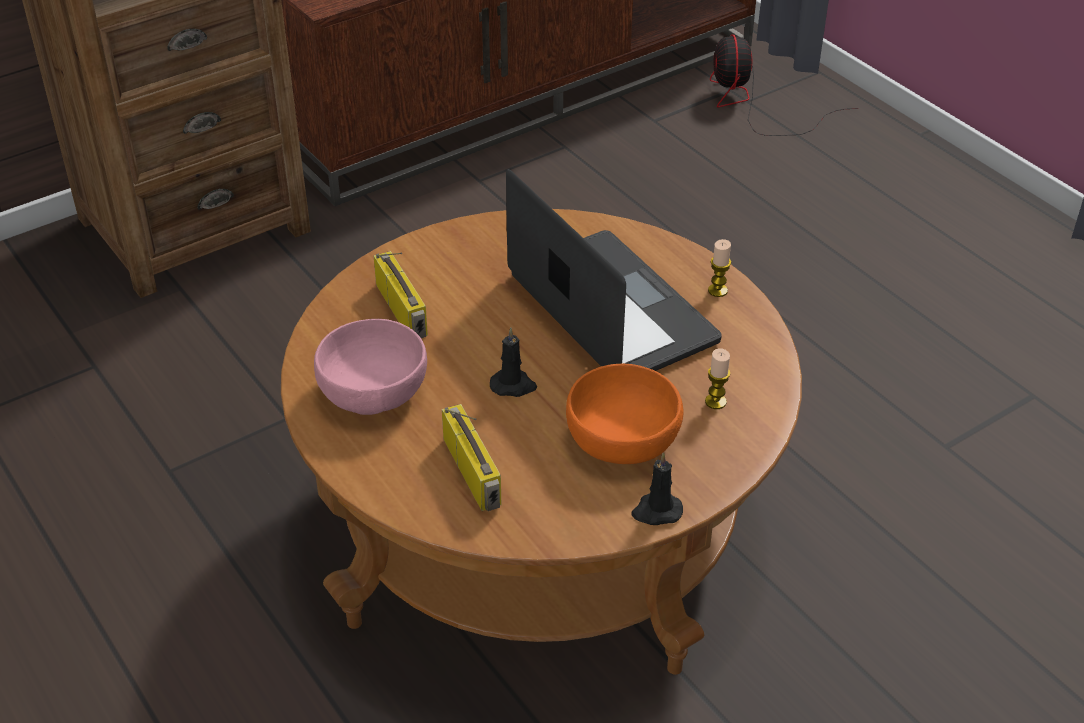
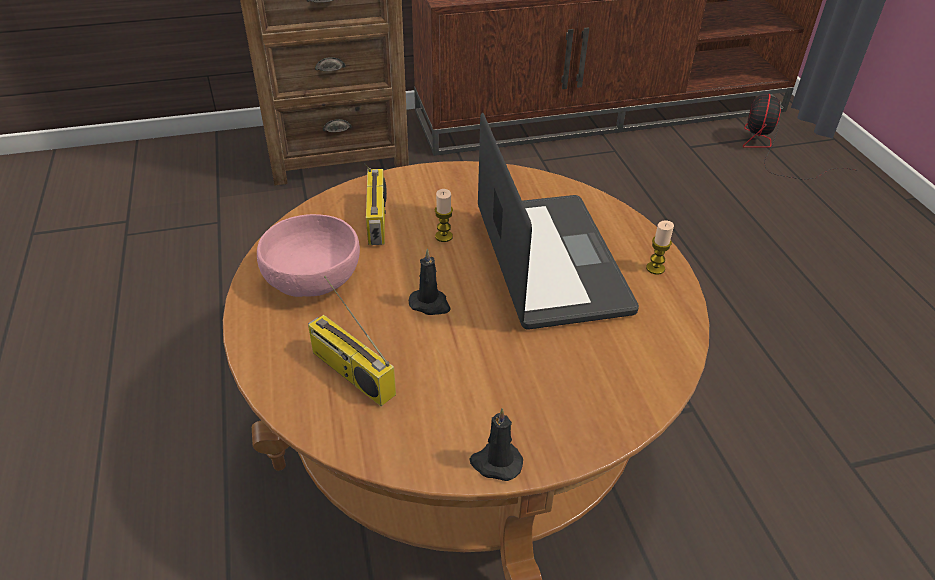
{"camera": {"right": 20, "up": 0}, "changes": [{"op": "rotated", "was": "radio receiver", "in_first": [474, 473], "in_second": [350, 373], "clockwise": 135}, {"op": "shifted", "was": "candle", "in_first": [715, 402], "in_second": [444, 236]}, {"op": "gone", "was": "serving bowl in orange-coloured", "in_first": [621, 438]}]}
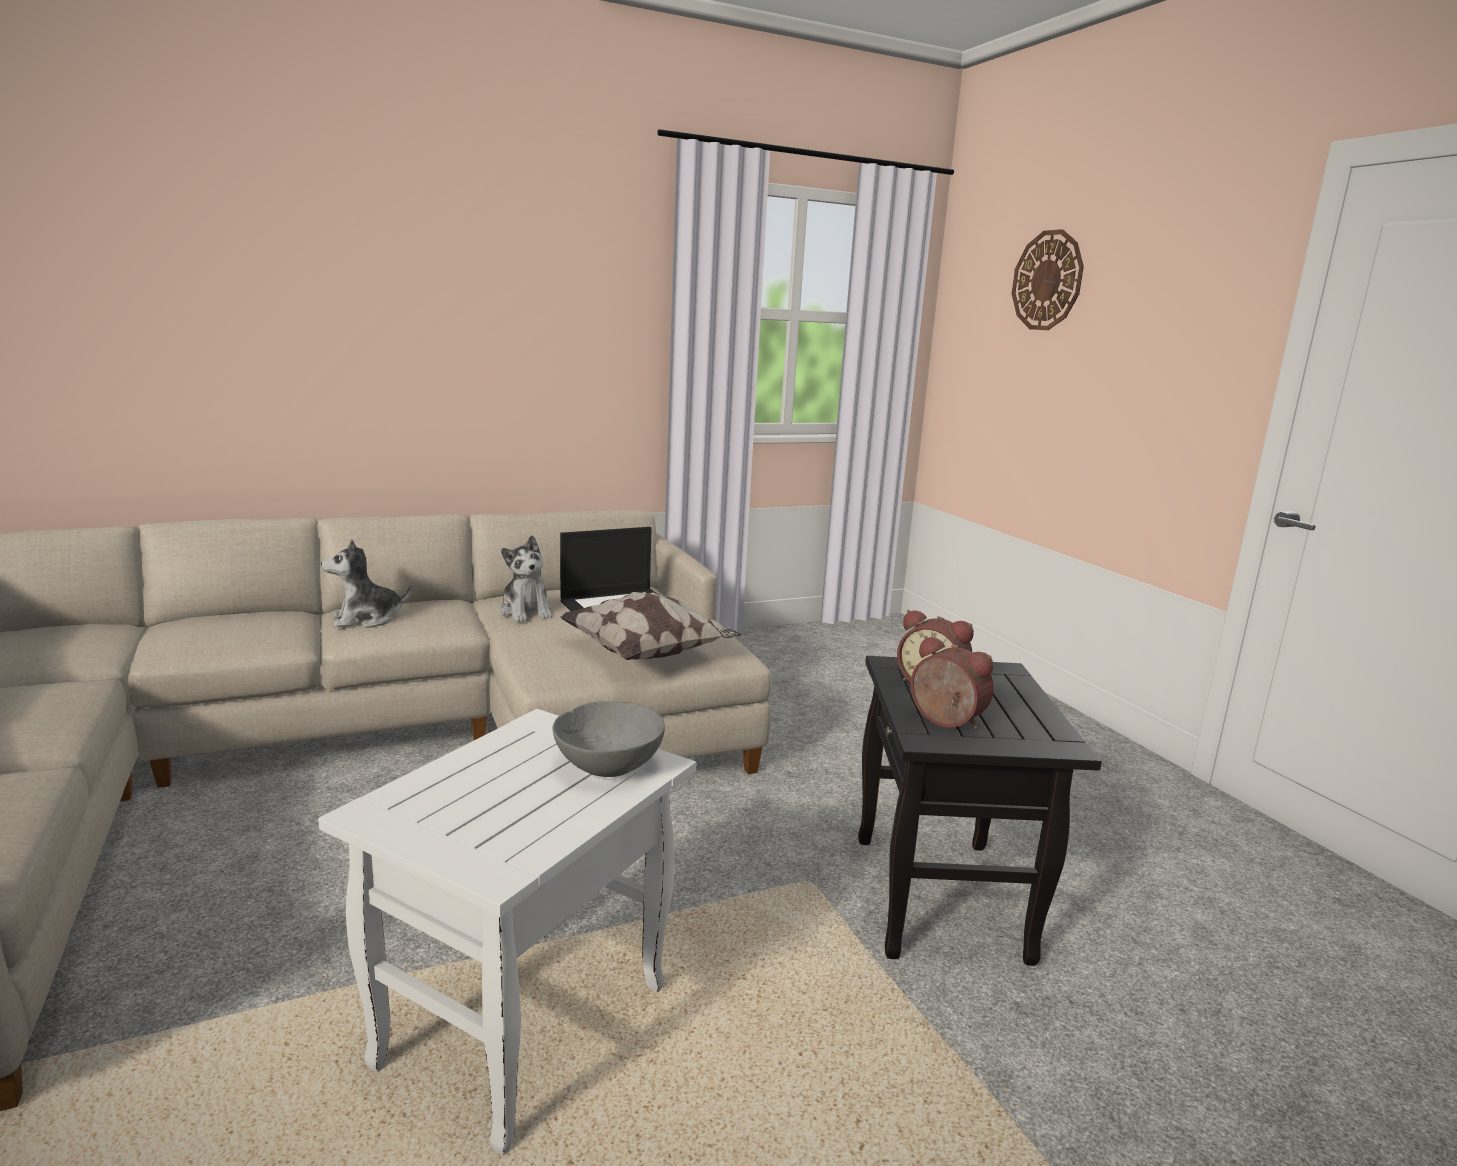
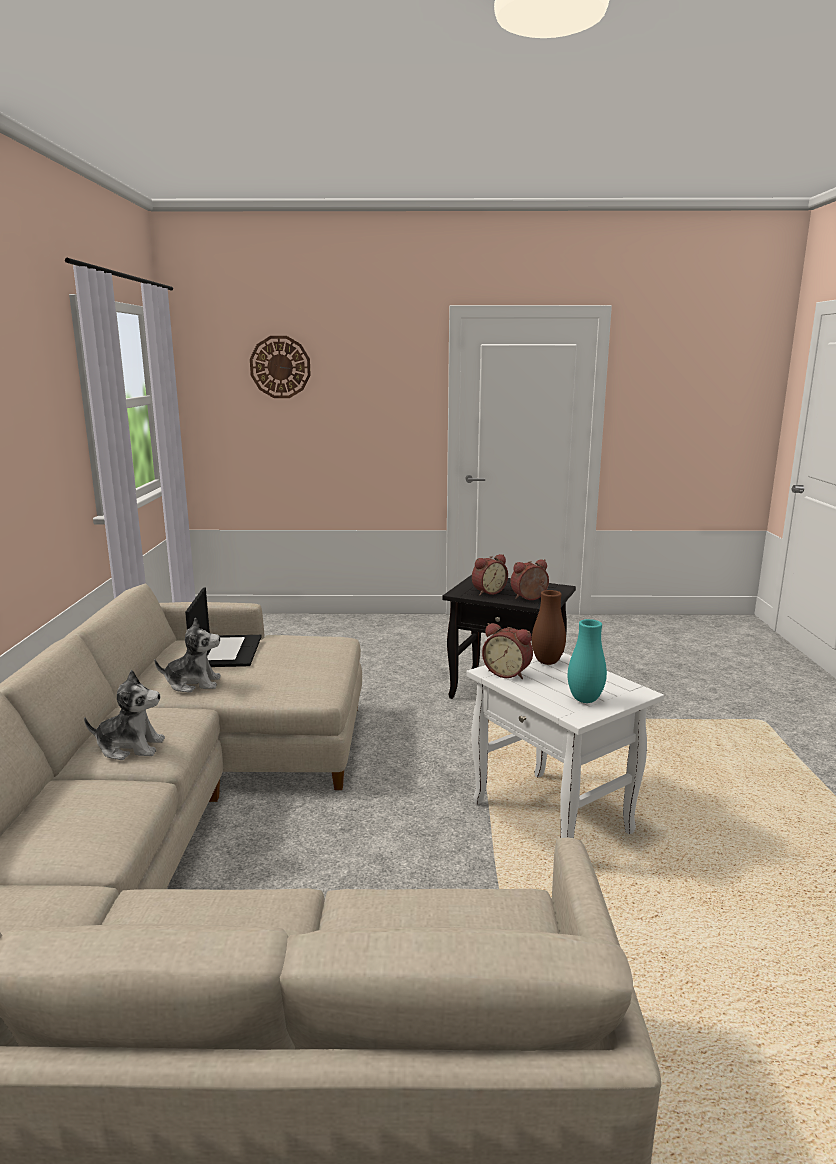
{"camera": {"right": -65, "up": 0}, "changes": [{"op": "rotated", "was": "plush toy", "in_first": [366, 620], "in_second": [130, 747], "clockwise": -90}, {"op": "new", "now": "alarm clock", "in_second": [507, 673]}, {"op": "swapped", "was": "serving bowl in greyish", "now": "vase in brown", "in_first": [608, 766], "in_second": [547, 662]}, {"op": "new", "now": "vase in blue-green", "in_second": [585, 700]}, {"op": "gone", "was": "cushion", "in_first": [649, 655]}]}
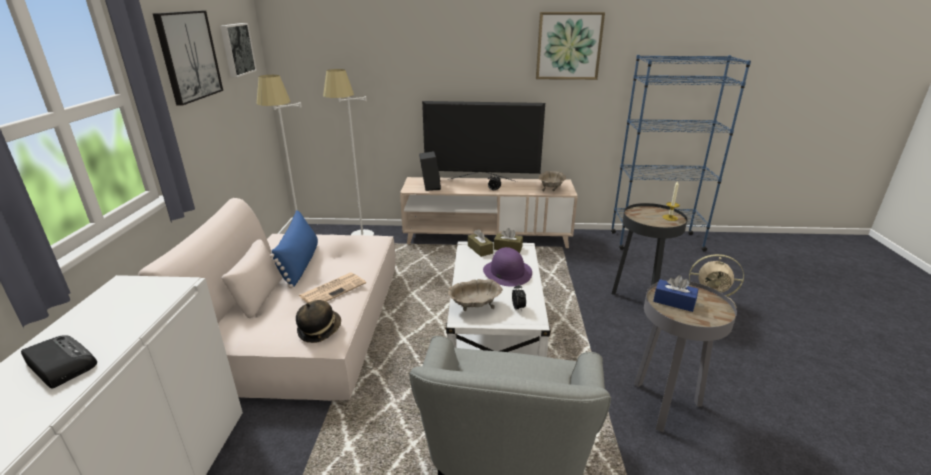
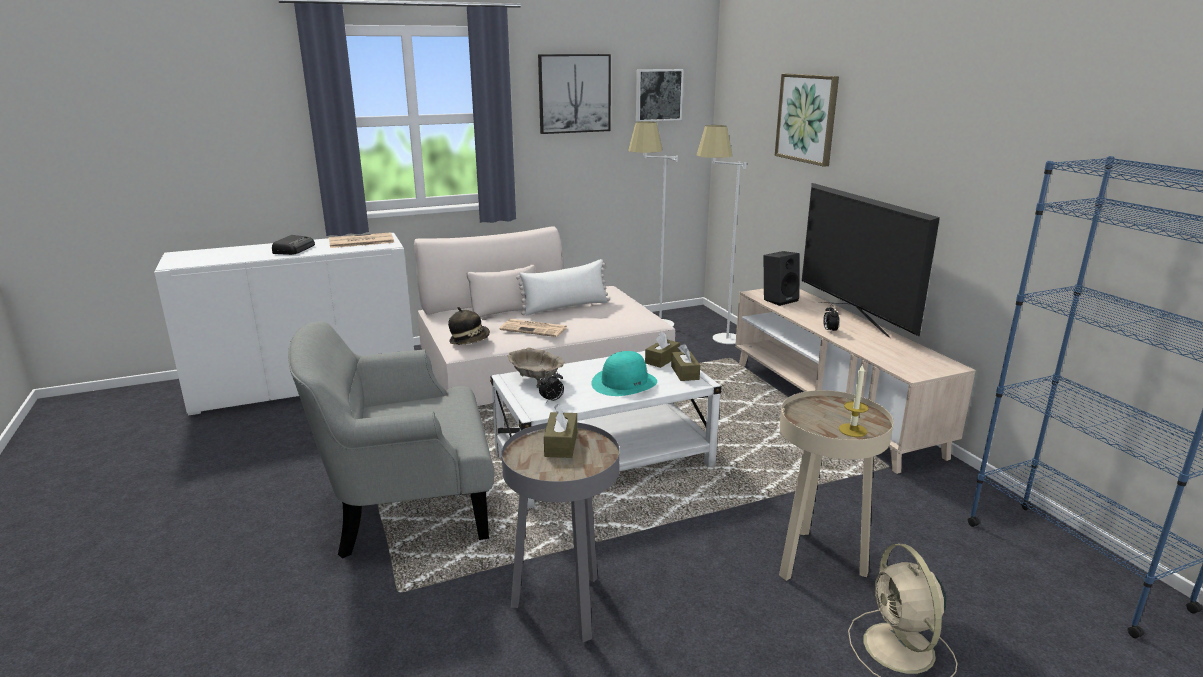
{"camera": {"right": 65, "up": -5}, "changes": [{"op": "new", "now": "printed paper", "in_second": [360, 241]}, {"op": "repainted", "was": "cushion in blue", "now": "cushion in whitish", "in_first": [300, 264], "in_second": [565, 307]}, {"op": "repainted", "was": "tissue box in blue", "now": "tissue box in brown", "in_first": [674, 302], "in_second": [561, 444]}, {"op": "repainted", "was": "wearable hat in purple", "now": "wearable hat in blue-green", "in_first": [507, 272], "in_second": [624, 382]}, {"op": "shifted", "was": "wall art", "in_first": [568, 46], "in_second": [807, 118]}, {"op": "repainted", "was": "side table in black-coloured", "now": "side table in beige-coloured", "in_first": [639, 299], "in_second": [817, 561]}, {"op": "gone", "was": "serving bowl in beige-coloured", "in_first": [551, 189]}]}
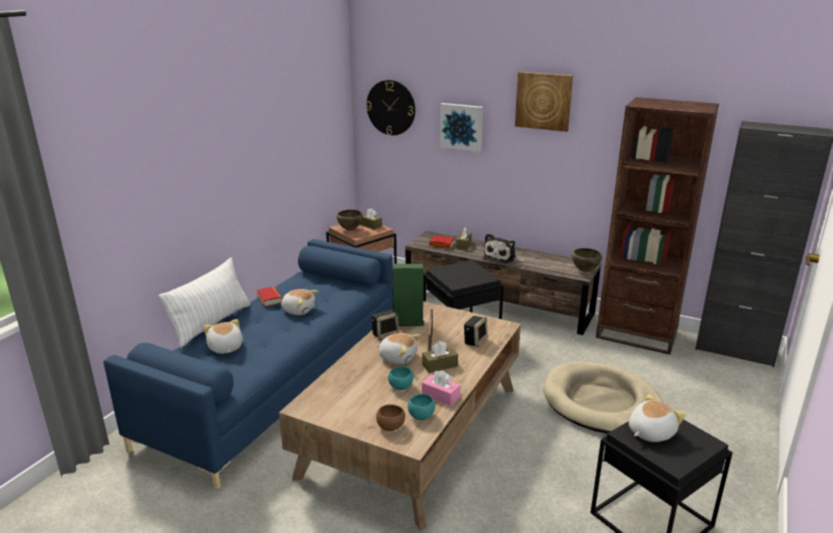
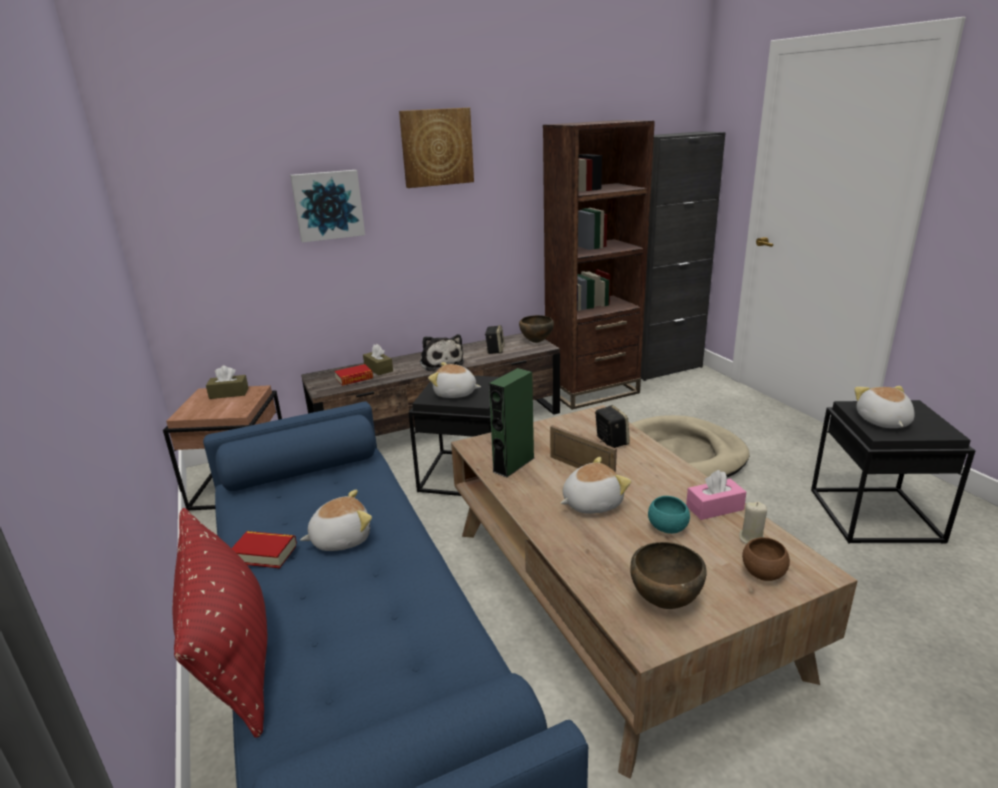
{"camera": {"right": -50, "up": 0}, "changes": [{"op": "repainted", "was": "cushion in whitish", "now": "cushion in red-coloured", "in_first": [211, 323], "in_second": [233, 654]}, {"op": "shifted", "was": "plush toy", "in_first": [225, 348], "in_second": [455, 394]}, {"op": "shifted", "was": "loudspeaker", "in_first": [385, 334], "in_second": [495, 350]}, {"op": "shifted", "was": "serving bowl in brown", "in_first": [350, 230], "in_second": [664, 602]}, {"op": "swapped", "was": "serving bowl in blue-green", "now": "candle in beige-coloured", "in_first": [421, 416], "in_second": [752, 539]}, {"op": "gone", "was": "hanging clock", "in_first": [391, 107]}, {"op": "gone", "was": "tissue box in brown", "in_first": [439, 365]}]}
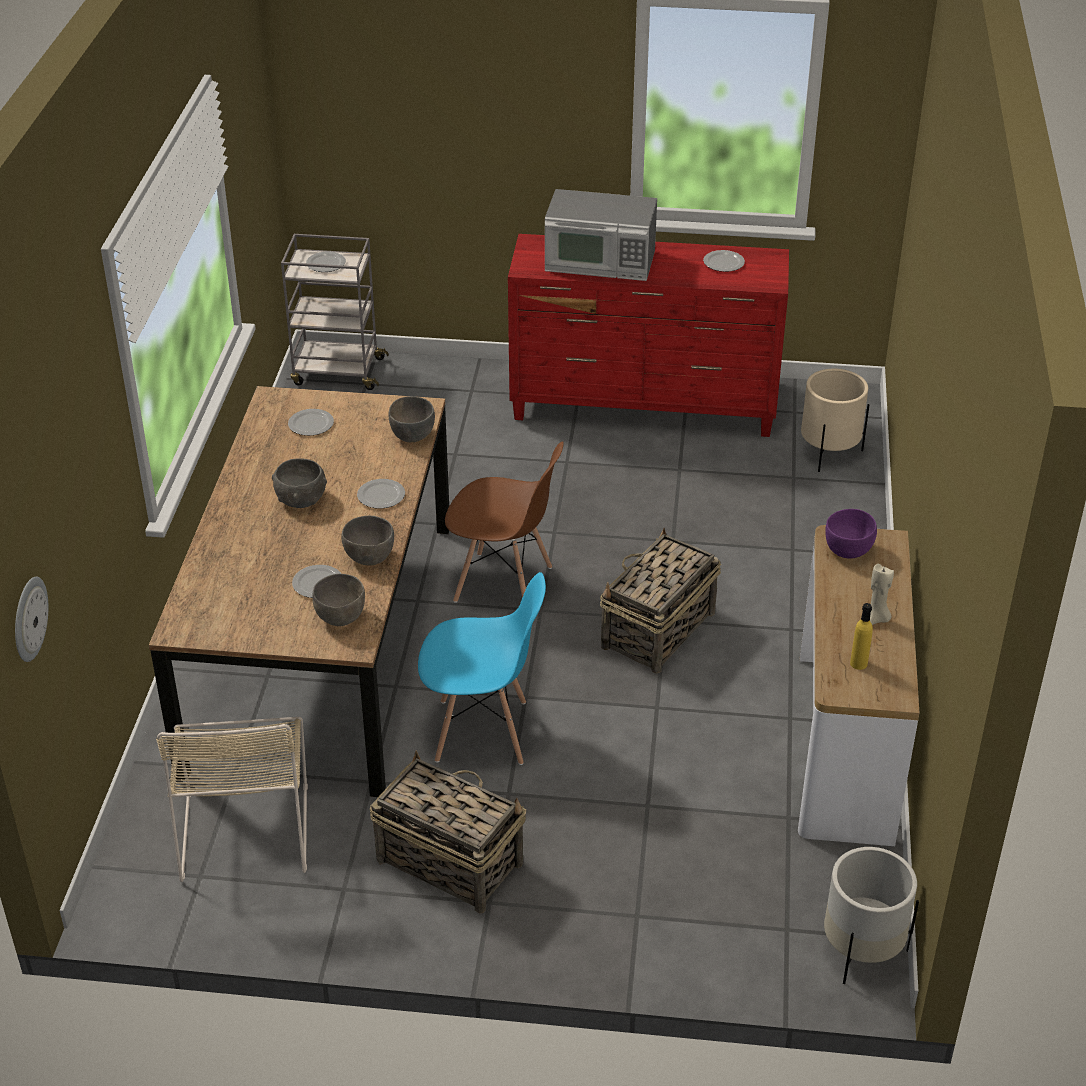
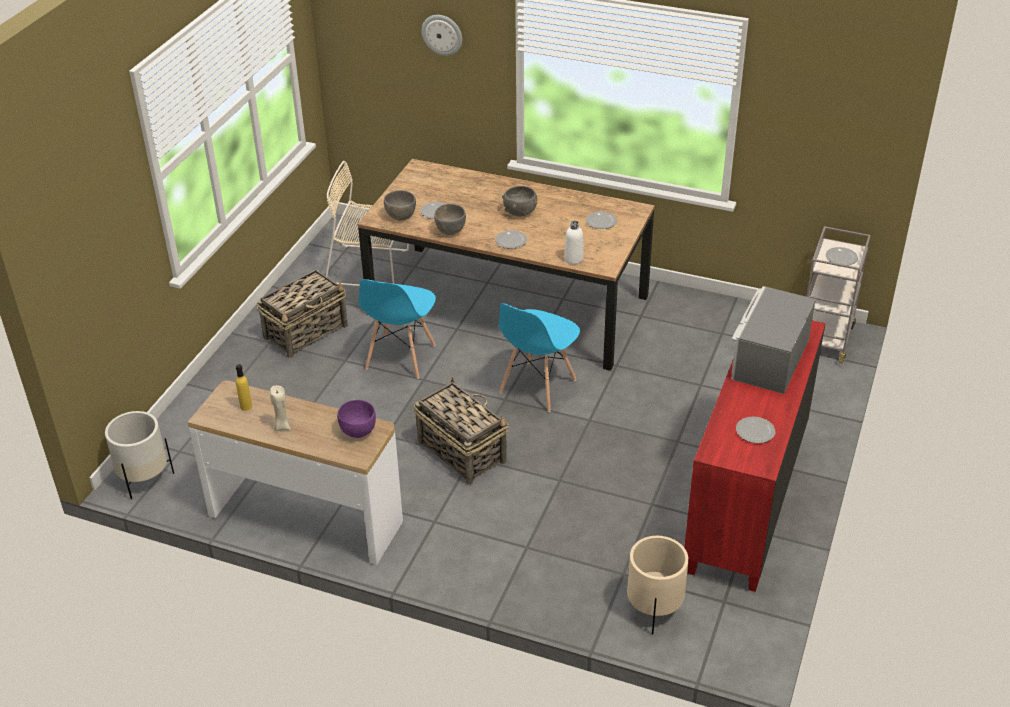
{"camera": {"right": 105, "up": 0}, "changes": [{"op": "shifted", "was": "hanging clock", "in_first": [28, 618], "in_second": [442, 34]}, {"op": "repainted", "was": "chair in brown", "now": "chair in blue", "in_first": [504, 585], "in_second": [537, 386]}, {"op": "swapped", "was": "serving bowl in greyish", "now": "drink bottle in whitish", "in_first": [412, 435], "in_second": [573, 259]}]}
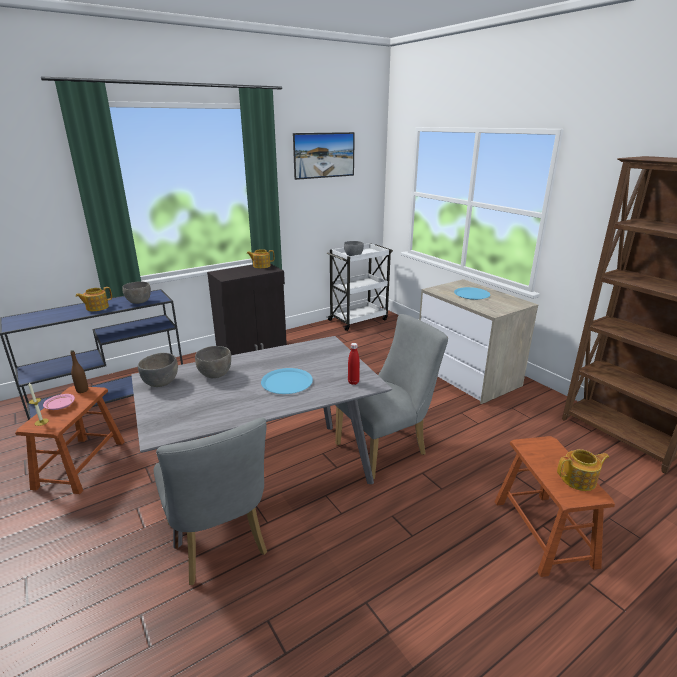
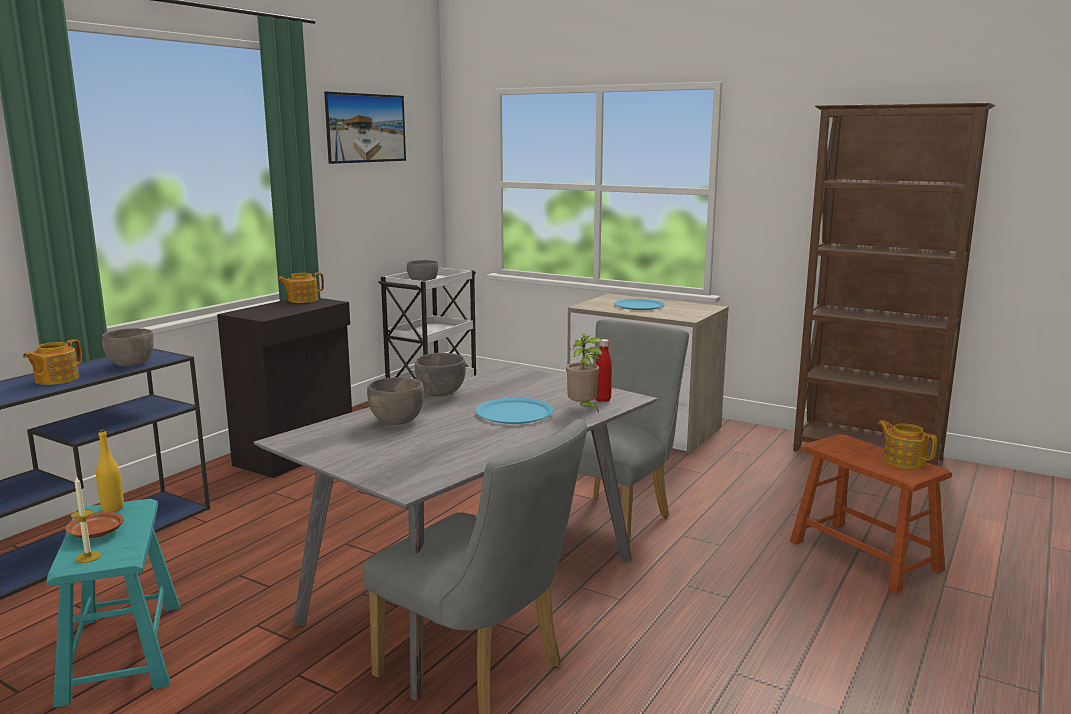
{"camera": {"right": -25, "up": -10}, "changes": [{"op": "repainted", "was": "stool seat in brown", "now": "stool seat in blue-green", "in_first": [80, 464], "in_second": [122, 651]}, {"op": "repainted", "was": "flat dish in pinkish", "now": "flat dish in brown", "in_first": [60, 406], "in_second": [96, 533]}, {"op": "repainted", "was": "drink bottle in brown", "now": "drink bottle in yellow-coloured", "in_first": [82, 390], "in_second": [112, 508]}, {"op": "shifted", "was": "serving bowl in greyish", "in_first": [161, 383], "in_second": [441, 393]}, {"op": "new", "now": "plant in a pot", "in_second": [583, 409]}, {"op": "rotated", "was": "tea pot", "in_first": [579, 480], "in_second": [903, 461], "clockwise": -90}]}
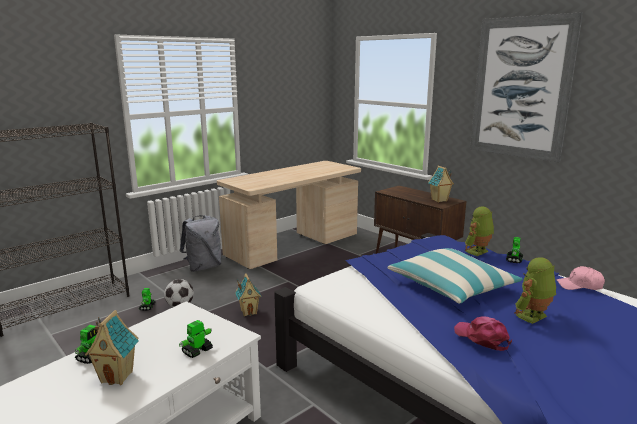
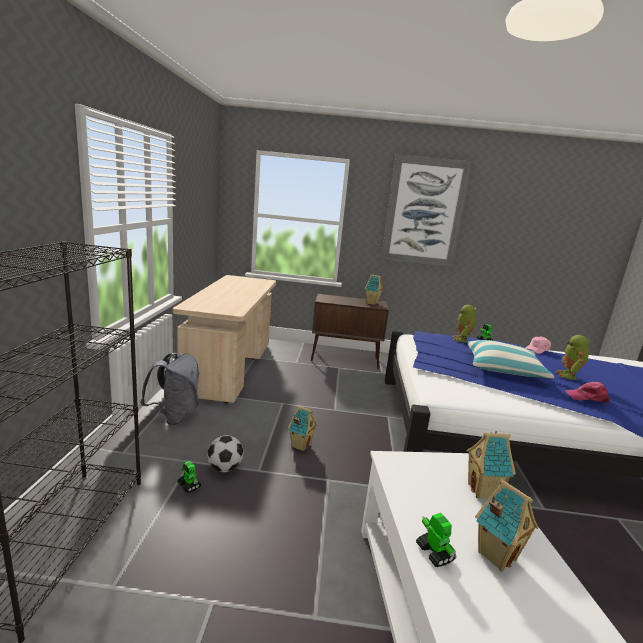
{"camera": {"right": -45, "up": 0}, "changes": [{"op": "swapped", "was": "robot figure", "now": "miniature house", "in_first": [197, 351], "in_second": [483, 491]}]}
